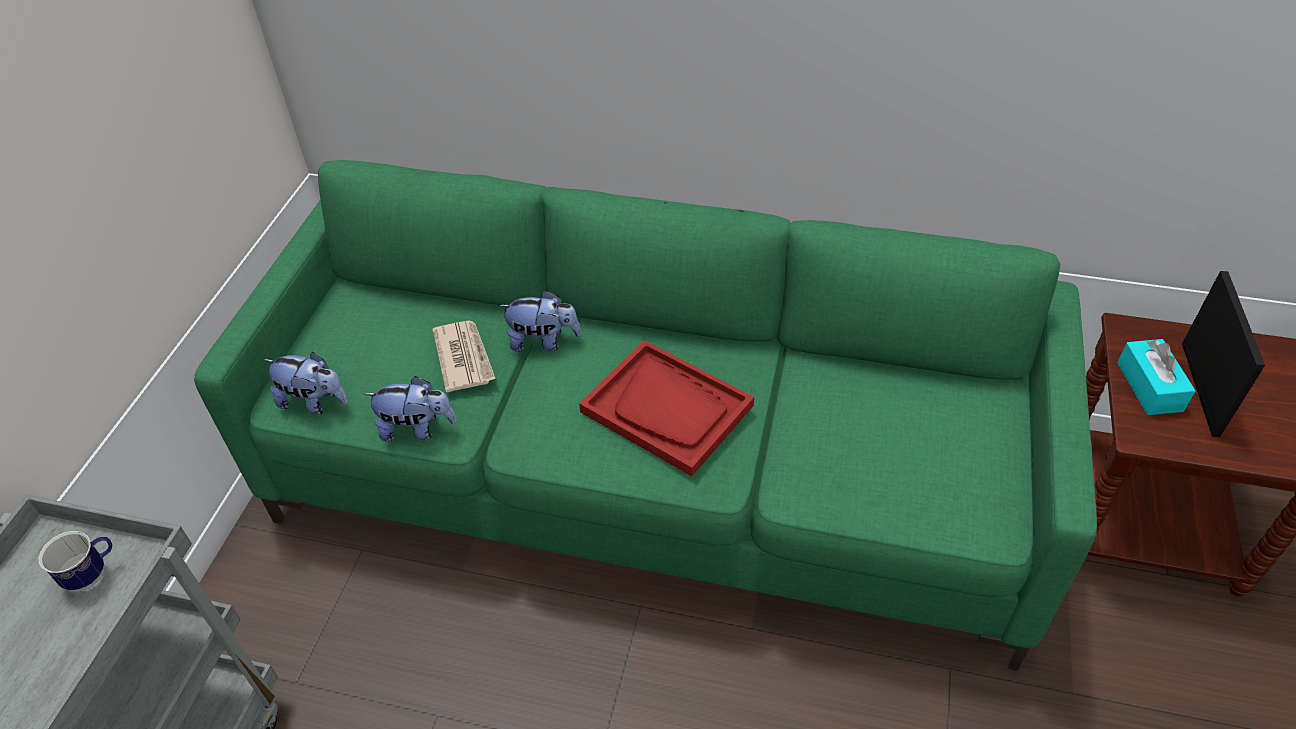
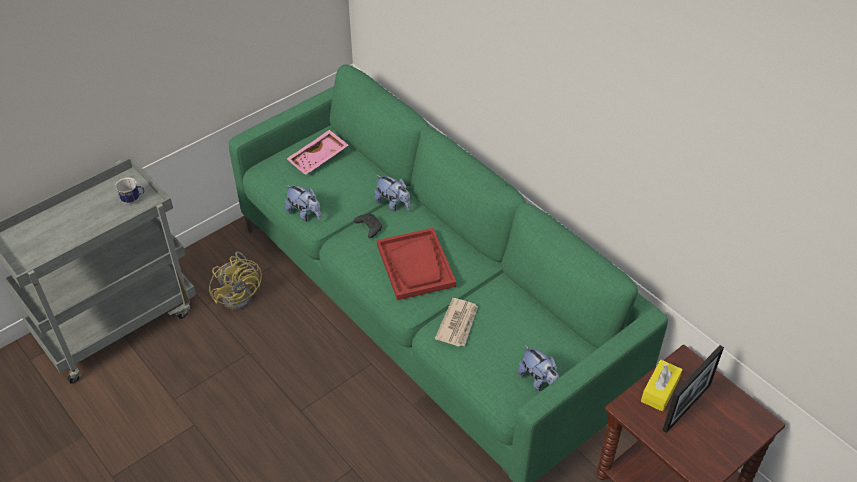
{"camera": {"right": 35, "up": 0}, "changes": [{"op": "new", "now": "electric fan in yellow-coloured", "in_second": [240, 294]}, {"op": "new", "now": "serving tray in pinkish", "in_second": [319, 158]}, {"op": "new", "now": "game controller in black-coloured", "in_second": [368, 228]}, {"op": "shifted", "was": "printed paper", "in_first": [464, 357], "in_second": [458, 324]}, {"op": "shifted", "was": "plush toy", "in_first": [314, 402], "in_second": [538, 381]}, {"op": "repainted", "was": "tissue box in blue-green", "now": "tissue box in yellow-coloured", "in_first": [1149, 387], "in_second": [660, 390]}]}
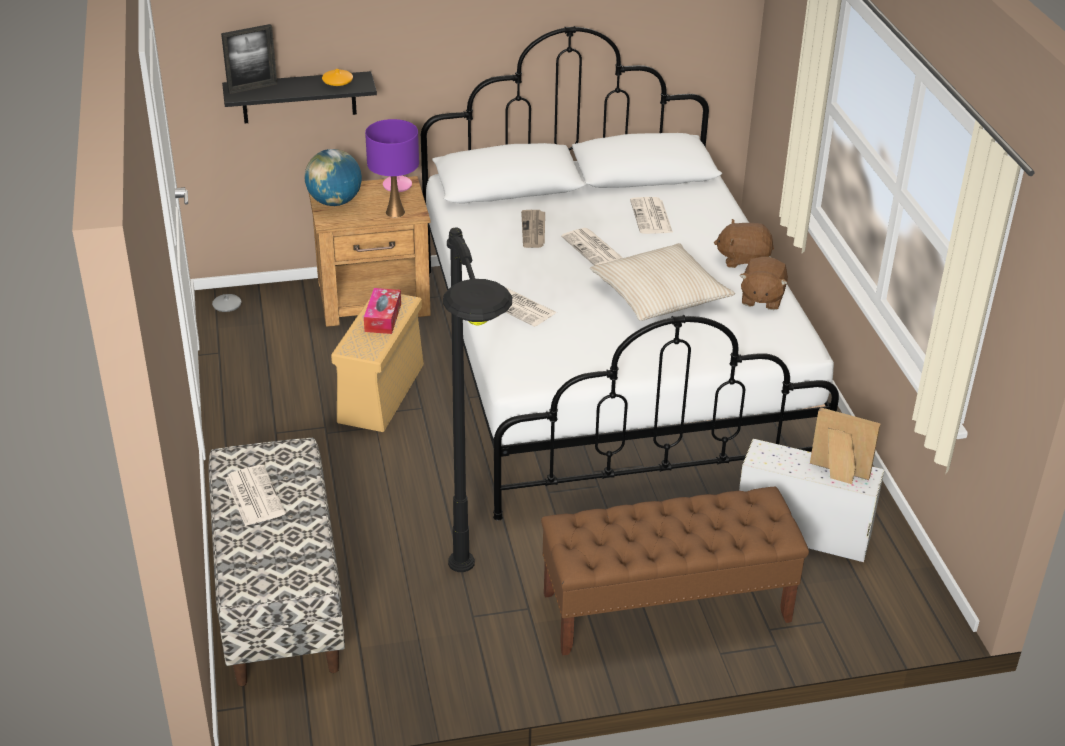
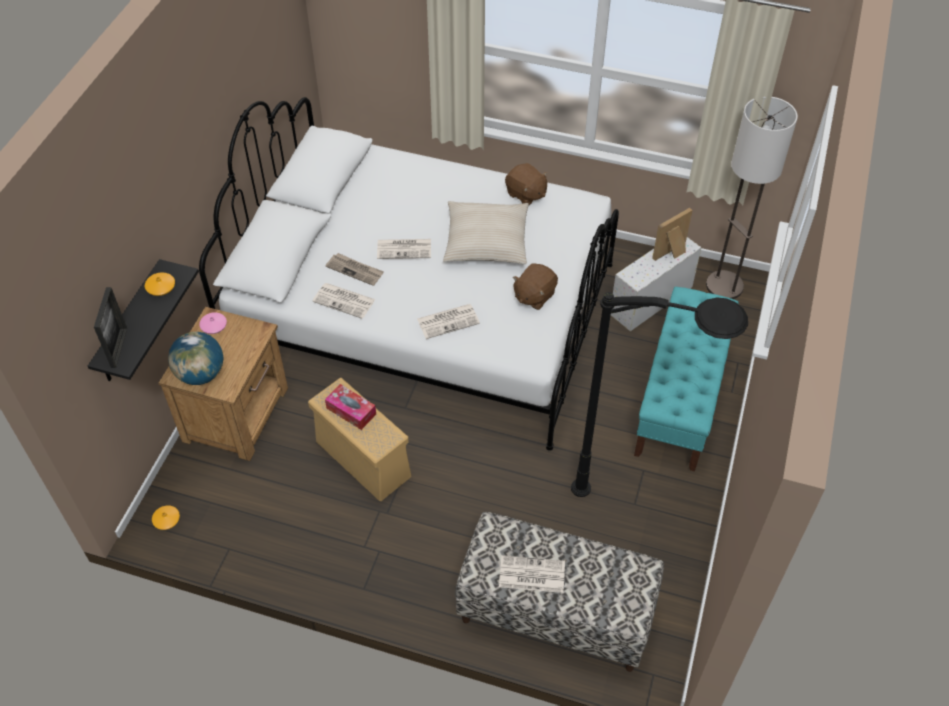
{"camera": {"right": -60, "up": 15}, "changes": [{"op": "repainted", "was": "vase in greyish", "now": "vase in orange-coloured", "in_first": [227, 306], "in_second": [166, 520]}, {"op": "shifted", "was": "printed paper", "in_first": [651, 217], "in_second": [345, 301]}, {"op": "shifted", "was": "plush toy in brown", "in_first": [743, 260], "in_second": [534, 296]}, {"op": "repainted", "was": "indoor bench in brown", "now": "indoor bench in blue-green", "in_first": [665, 607], "in_second": [680, 399]}, {"op": "new", "now": "standing lamp", "in_second": [724, 286]}, {"op": "gone", "was": "table lamp in purple", "in_first": [395, 212]}]}
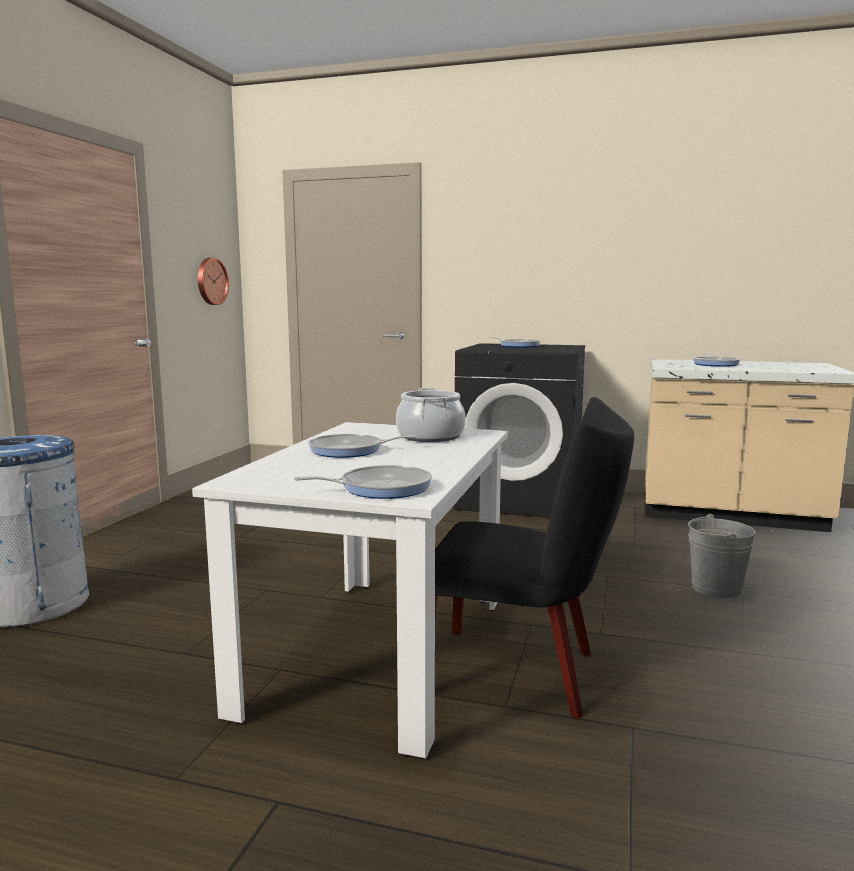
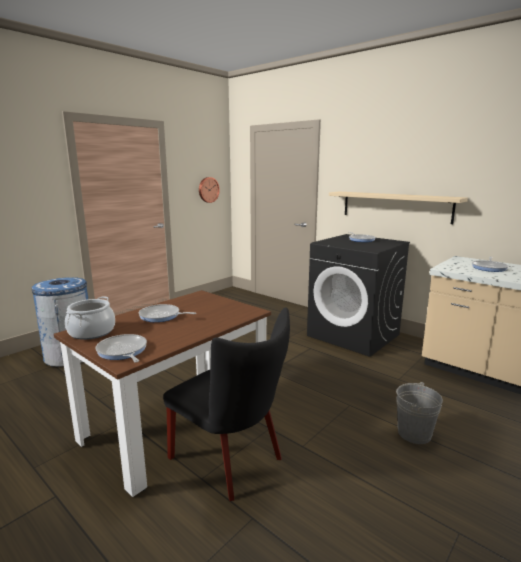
{"camera": {"right": 25, "up": 5}, "changes": [{"op": "repainted", "was": "dinner table in whitish", "now": "dinner table in brown", "in_first": [380, 652], "in_second": [177, 424]}, {"op": "shifted", "was": "saucepot", "in_first": [430, 437], "in_second": [91, 332]}, {"op": "rotated", "was": "pan", "in_first": [380, 488], "in_second": [122, 351], "clockwise": -135}, {"op": "new", "now": "wall shelf in beige-coloured", "in_second": [395, 206]}]}
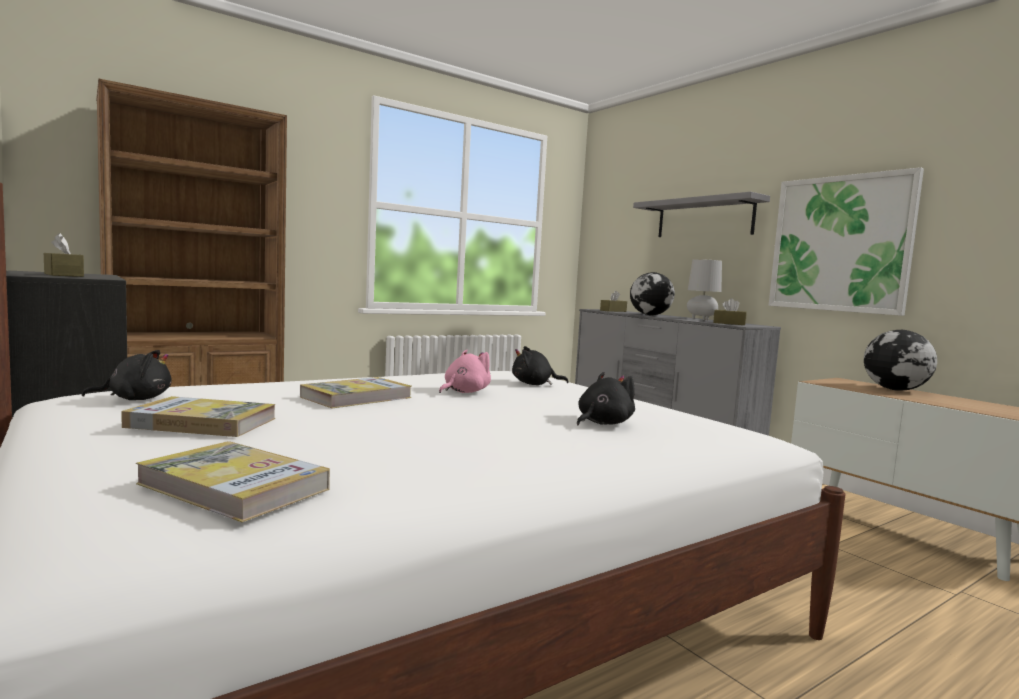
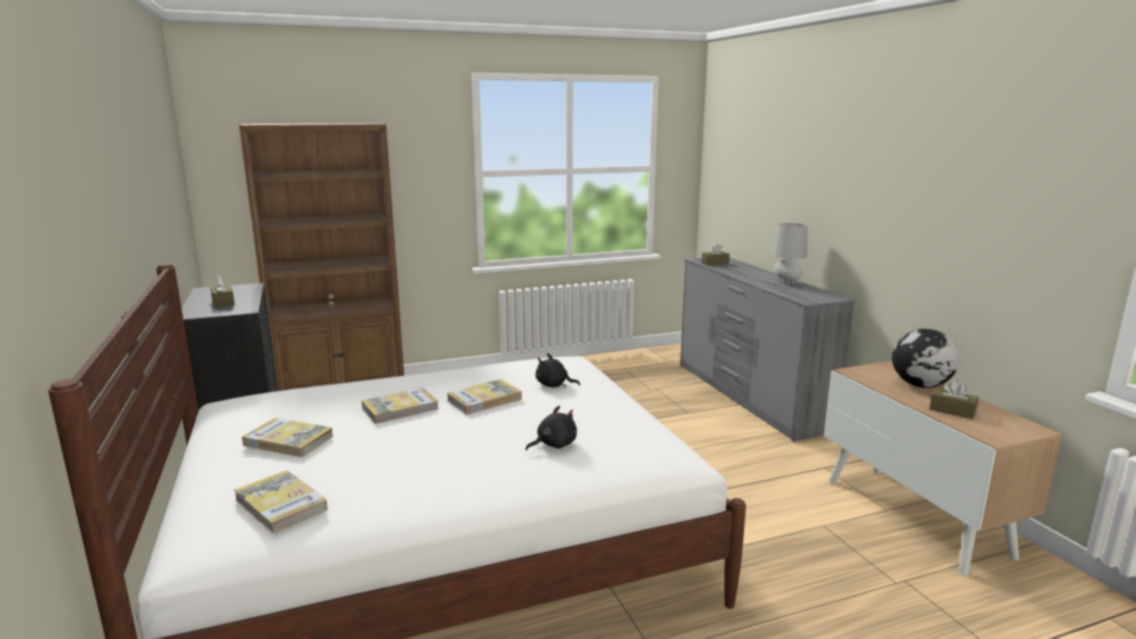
{"camera": {"right": 15, "up": 10}, "changes": [{"op": "swapped", "was": "plush toy in pinkish", "now": "book", "in_first": [464, 392], "in_second": [484, 400]}, {"op": "shifted", "was": "tissue box in brown", "in_first": [729, 323], "in_second": [952, 411]}, {"op": "gone", "was": "plush toy in black-coloured", "in_first": [135, 399]}, {"op": "gone", "was": "globe", "in_first": [650, 315]}, {"op": "gone", "was": "wall shelf in greyish", "in_first": [704, 218]}, {"op": "gone", "was": "wall art", "in_first": [840, 244]}]}
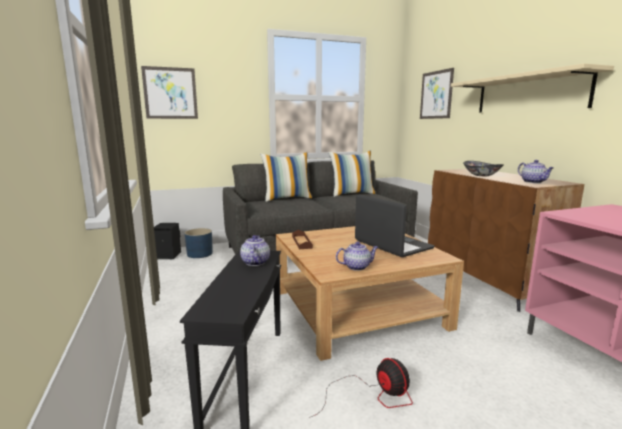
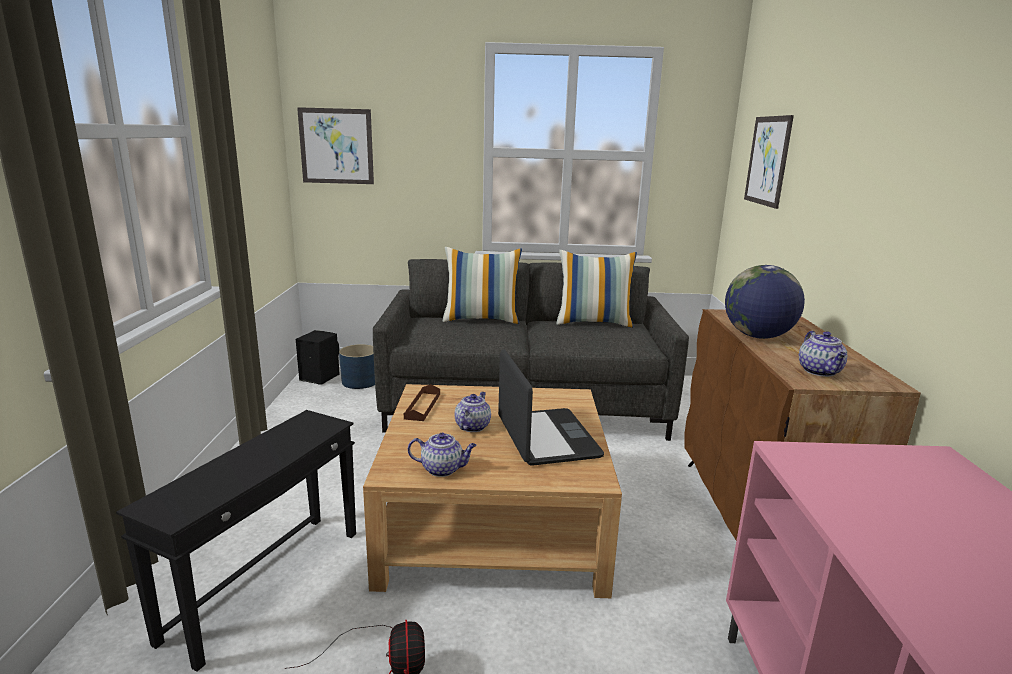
{"camera": {"right": 20, "up": 5}, "changes": [{"op": "shifted", "was": "tea pot", "in_first": [255, 262], "in_second": [472, 426]}, {"op": "swapped", "was": "serving bowl", "now": "globe", "in_first": [481, 175], "in_second": [758, 336]}, {"op": "gone", "was": "wall shelf in beige-coloured", "in_first": [529, 93]}]}
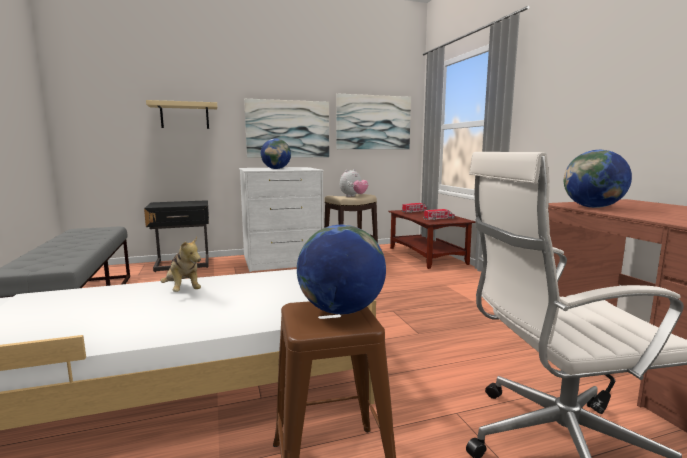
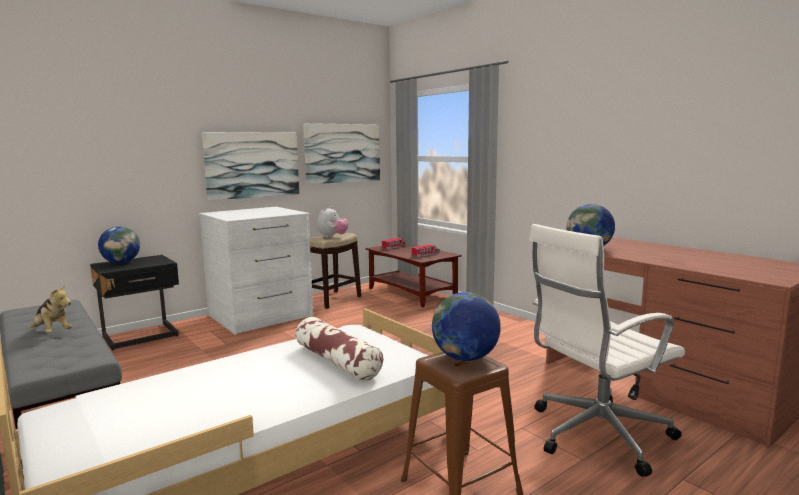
{"camera": {"right": -20, "up": 0}, "changes": [{"op": "shifted", "was": "plush toy", "in_first": [183, 290], "in_second": [52, 332]}, {"op": "shifted", "was": "globe", "in_first": [276, 169], "in_second": [121, 263]}, {"op": "new", "now": "cushion", "in_second": [336, 361]}, {"op": "gone", "was": "wall shelf in beige-coloured", "in_first": [184, 116]}]}
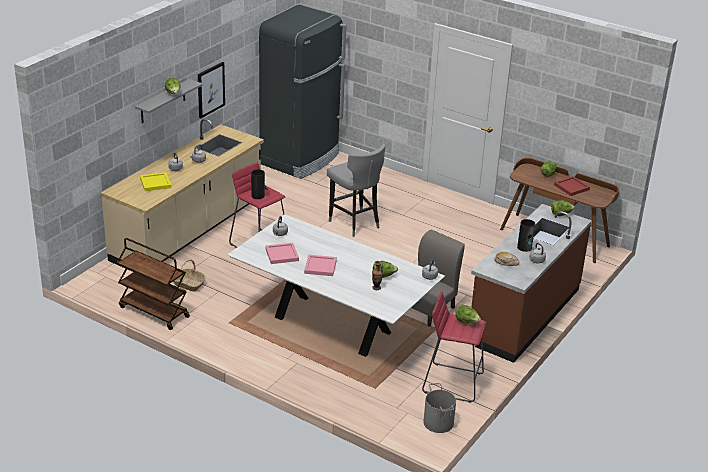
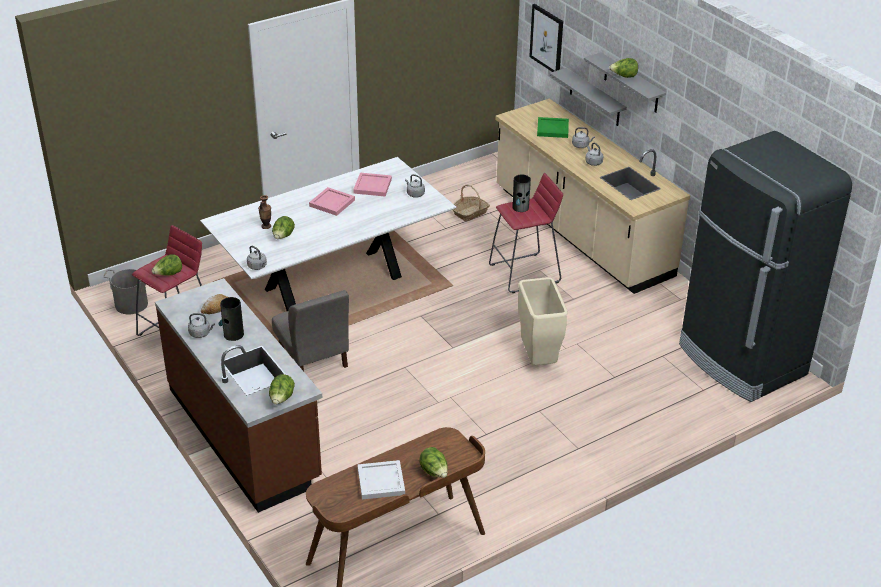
{"camera": {"right": 115, "up": 5}, "changes": [{"op": "repainted", "was": "serving tray in red-coloured", "now": "serving tray in whitish", "in_first": [572, 187], "in_second": [380, 482]}, {"op": "swapped", "was": "stool seat in greyish", "now": "trash can in beige-coloured", "in_first": [354, 223], "in_second": [537, 359]}, {"op": "shifted", "was": "wall art", "in_first": [210, 89], "in_second": [547, 39]}, {"op": "repainted", "was": "serving tray in yellow-coloured", "now": "serving tray in greenish", "in_first": [155, 183], "in_second": [552, 129]}, {"op": "new", "now": "wall shelf in greyish", "in_second": [594, 98]}, {"op": "gone", "was": "wheeled cart in brown", "in_first": [153, 312]}]}
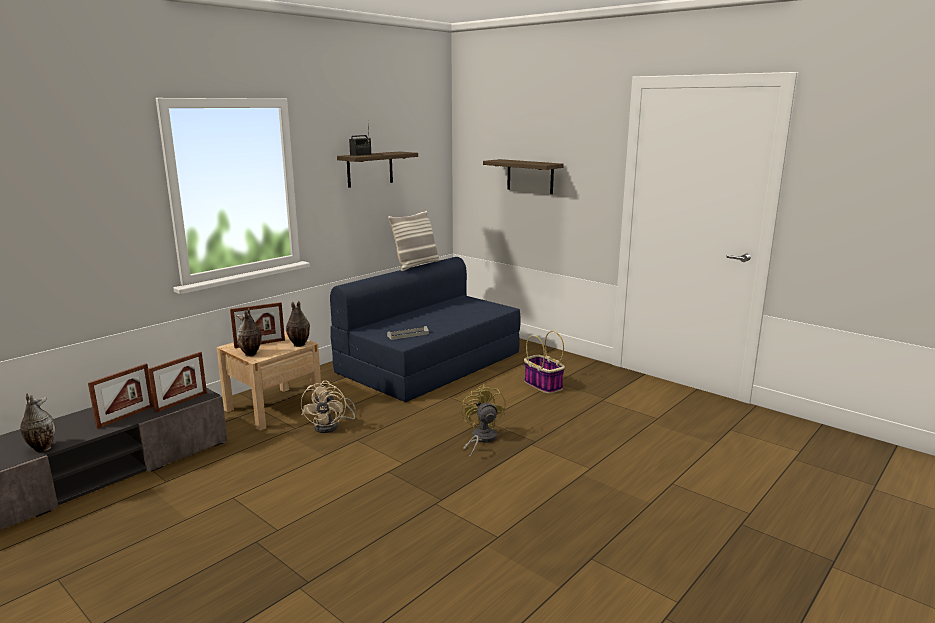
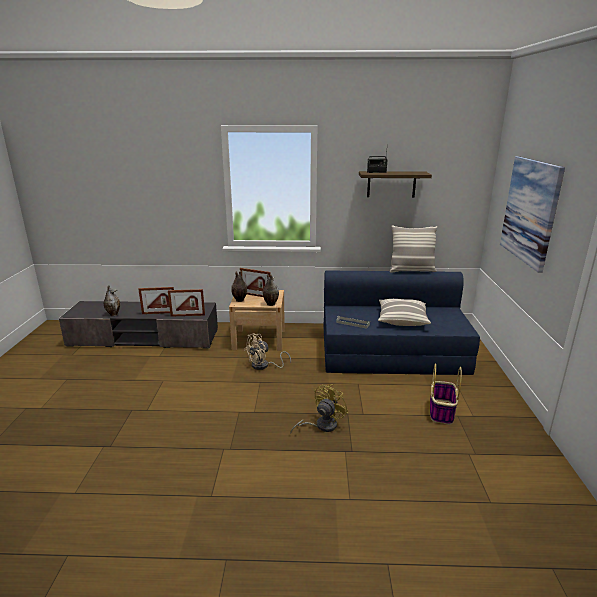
{"camera": {"right": 50, "up": 5}, "changes": [{"op": "new", "now": "cushion", "in_second": [402, 320]}, {"op": "swapped", "was": "wall shelf", "now": "wall art", "in_first": [530, 176], "in_second": [530, 211]}]}
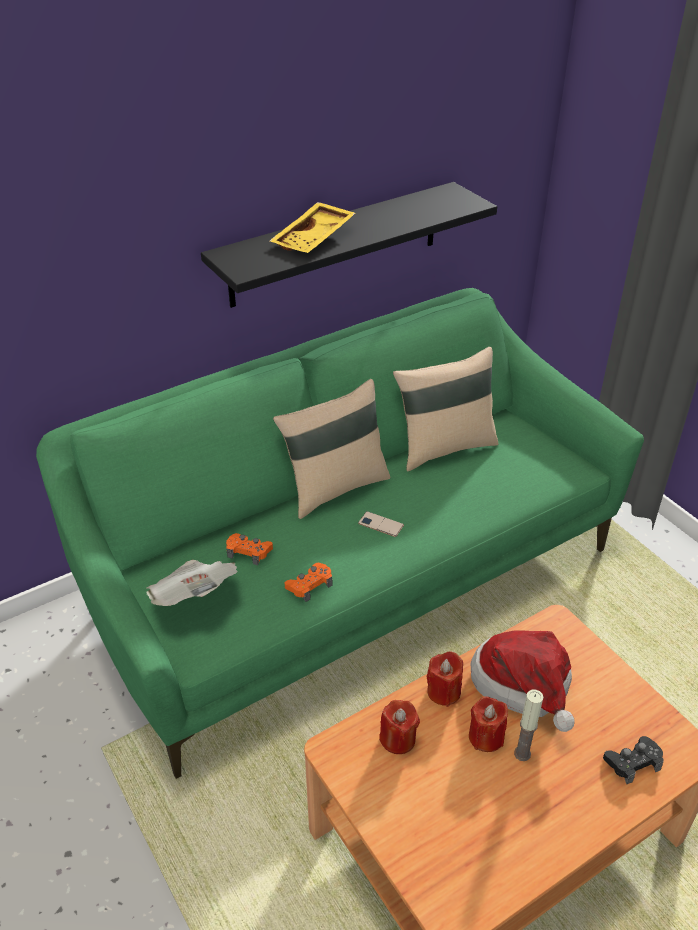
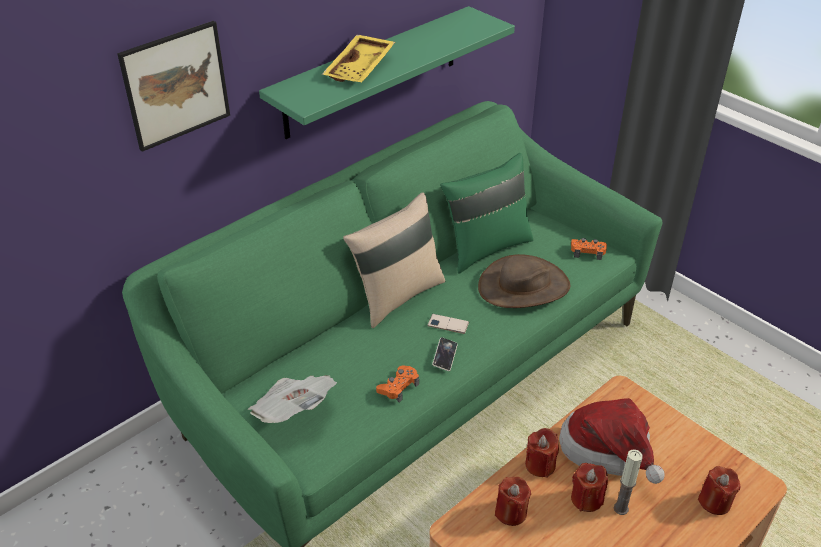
{"camera": {"right": -10, "up": 0}, "changes": [{"op": "new", "now": "wall art", "in_second": [176, 85]}, {"op": "repainted", "was": "wall shelf in black-coloured", "now": "wall shelf in greenish", "in_first": [335, 244], "in_second": [373, 72]}, {"op": "new", "now": "telephone", "in_second": [445, 356]}, {"op": "repainted", "was": "cushion in beige-coloured", "now": "cushion in greenish", "in_first": [444, 447], "in_second": [486, 247]}, {"op": "new", "now": "wearable hat in brown", "in_second": [524, 286]}, {"op": "shifted", "was": "game controller in orange-coloured", "in_first": [249, 552], "in_second": [587, 251]}, {"op": "swapped", "was": "game controller in black-coloured", "now": "candle in red-coloured", "in_first": [633, 762], "in_second": [714, 502]}]}
